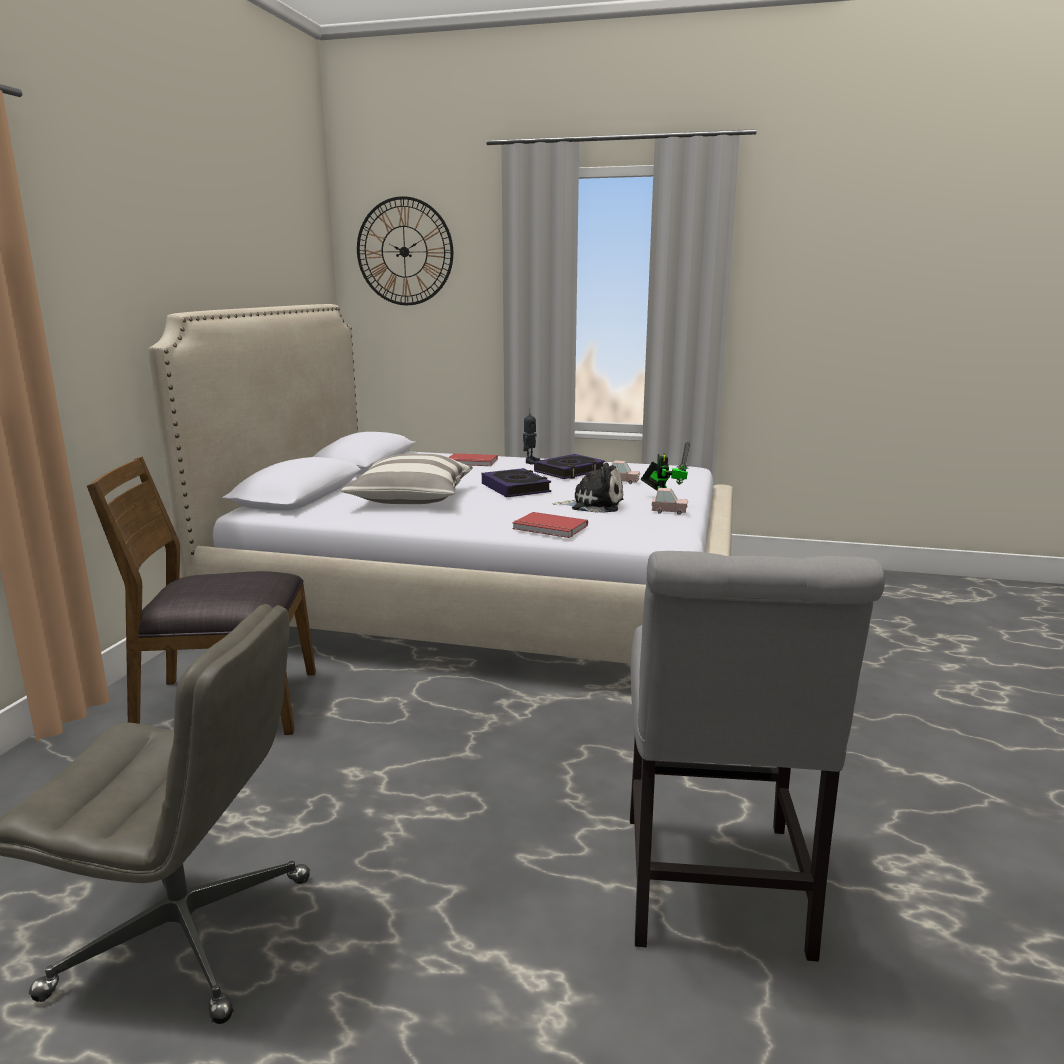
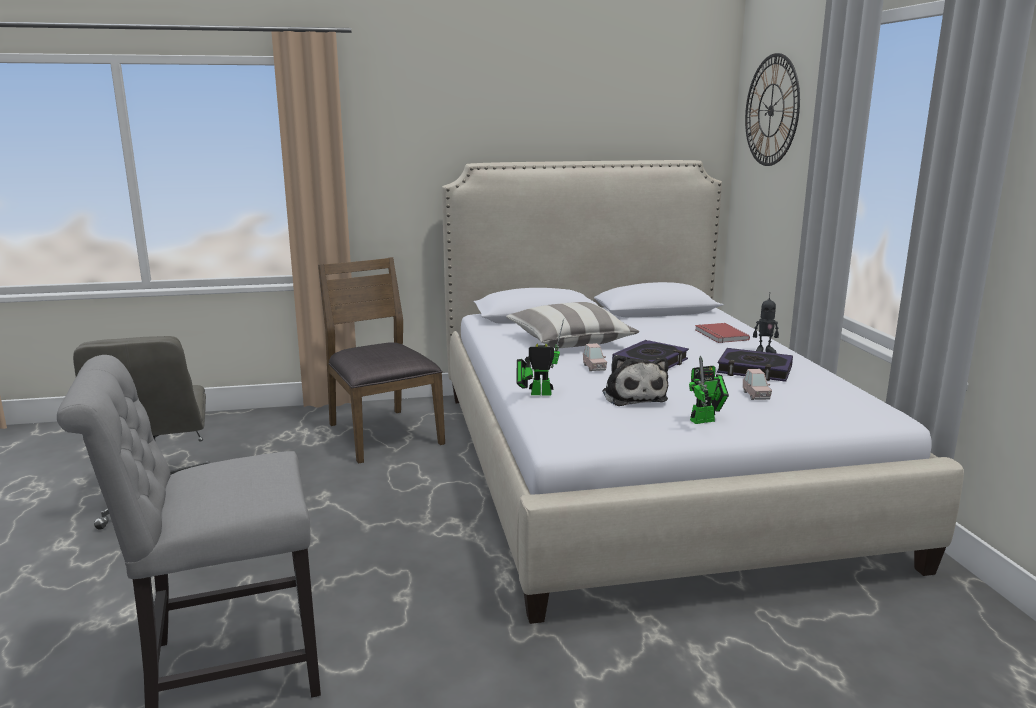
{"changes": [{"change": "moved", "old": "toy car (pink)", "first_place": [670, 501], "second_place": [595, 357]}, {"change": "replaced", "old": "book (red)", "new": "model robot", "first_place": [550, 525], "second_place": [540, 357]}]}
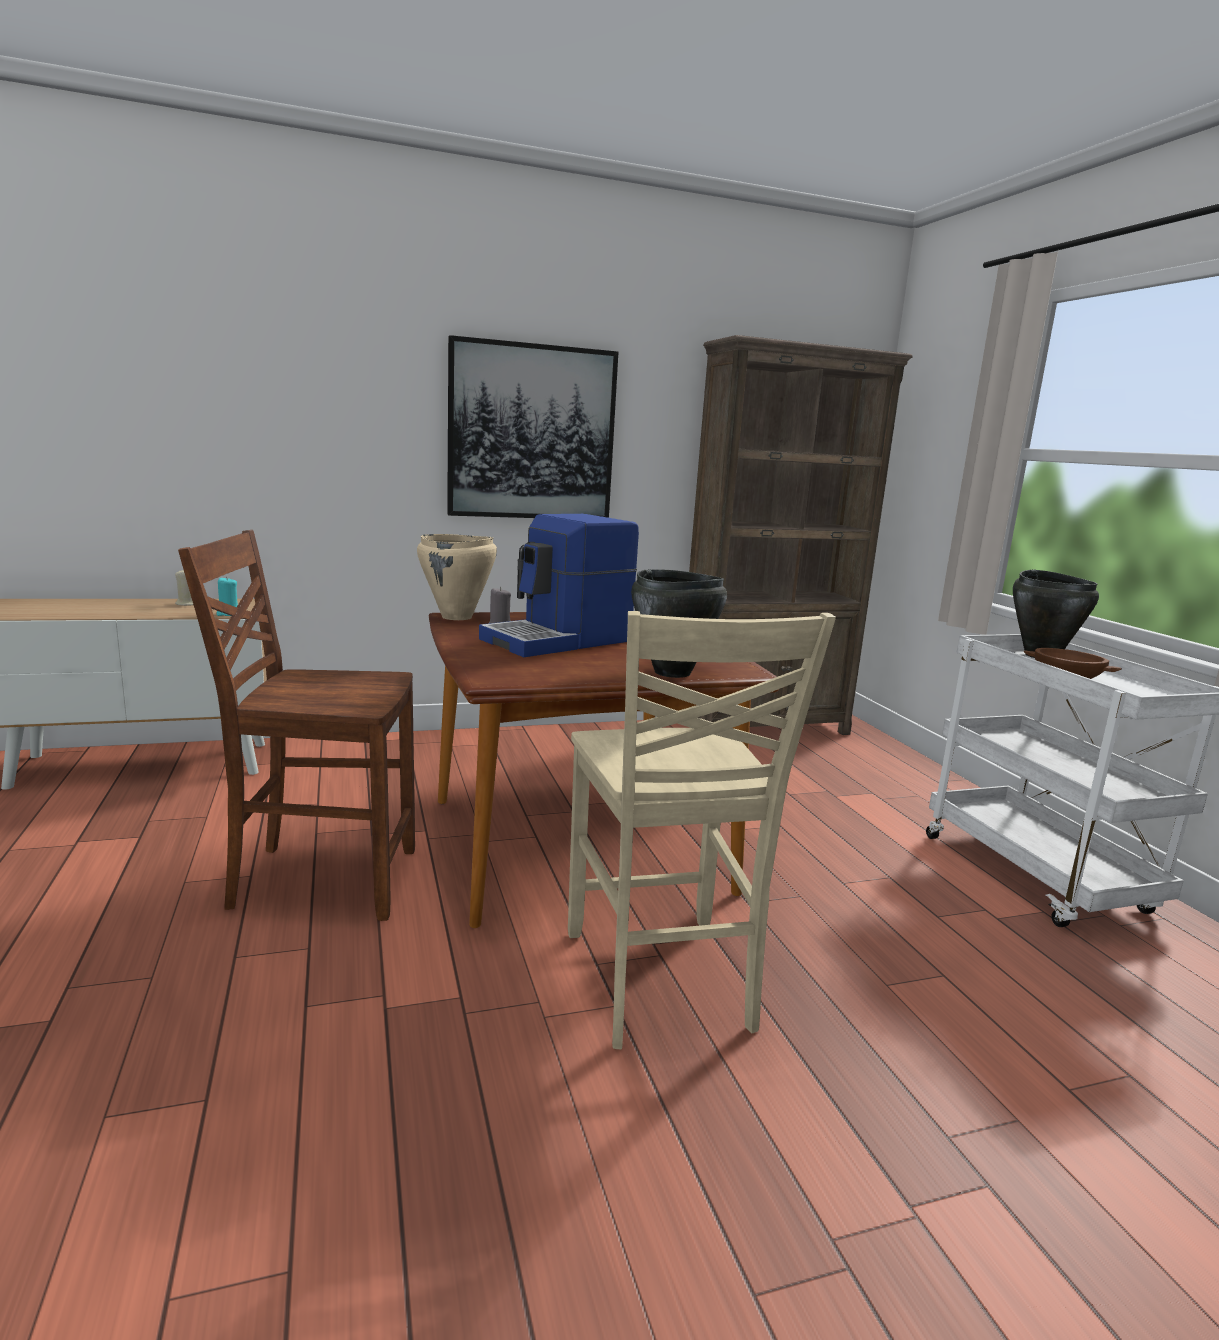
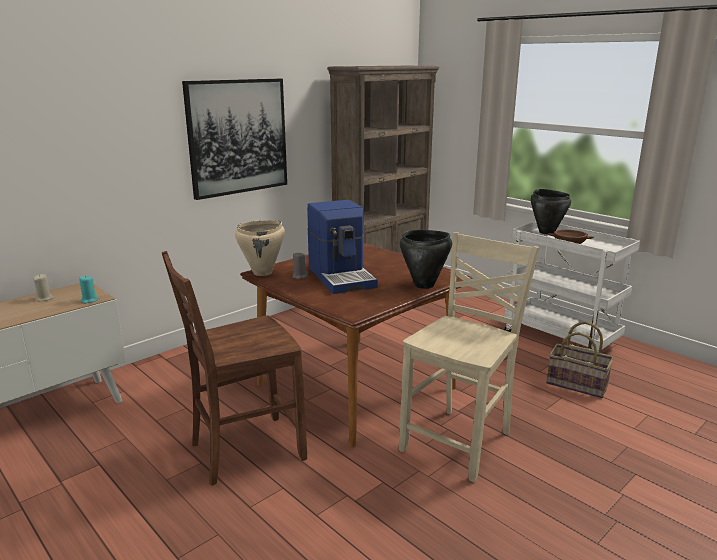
{"changes": [{"change": "added", "new": "storage basket", "second_place": [580, 359]}, {"change": "turned", "old": "coffee brewer", "first_place": [559, 585], "second_place": [342, 247], "degrees": -45}, {"change": "turned", "old": "plain chair (sand-coloured)", "first_place": [702, 830], "second_place": [469, 357], "degrees": -105}]}
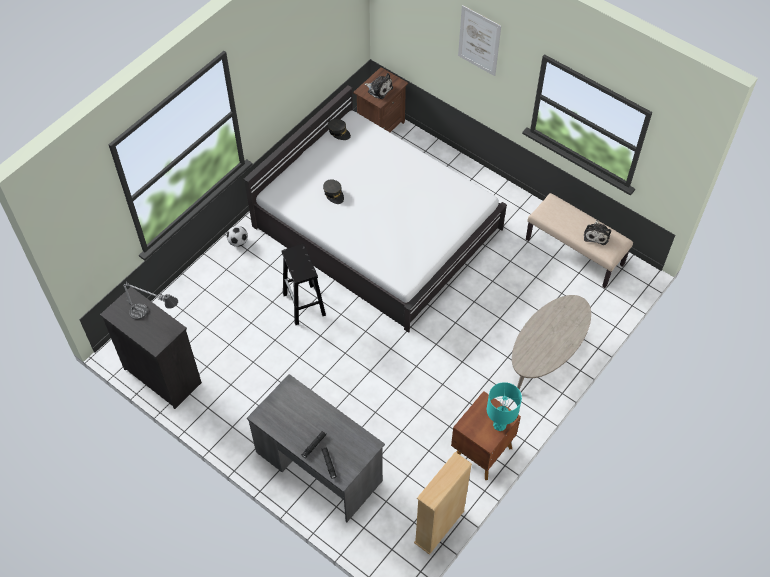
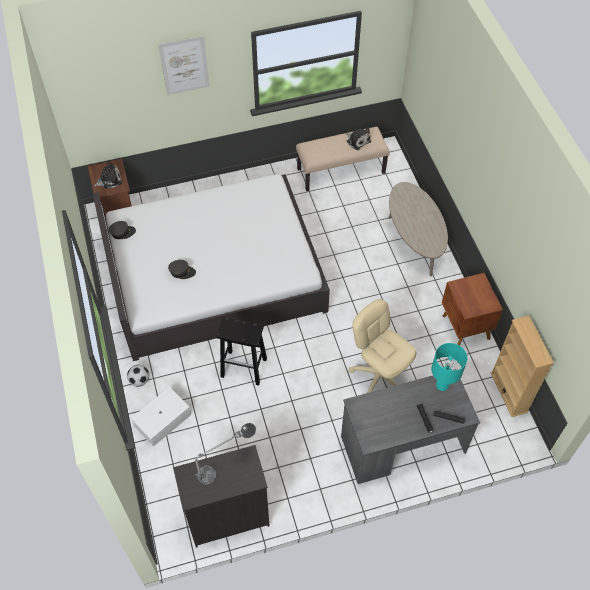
{"changes": [{"change": "added", "new": "storage bin (whitish)", "second_place": [161, 417]}, {"change": "added", "new": "desk chair (sand-coloured)", "second_place": [382, 346]}, {"change": "moved", "old": "tabletop lamp (turquoise-coloured)", "first_place": [504, 406], "second_place": [449, 367]}]}
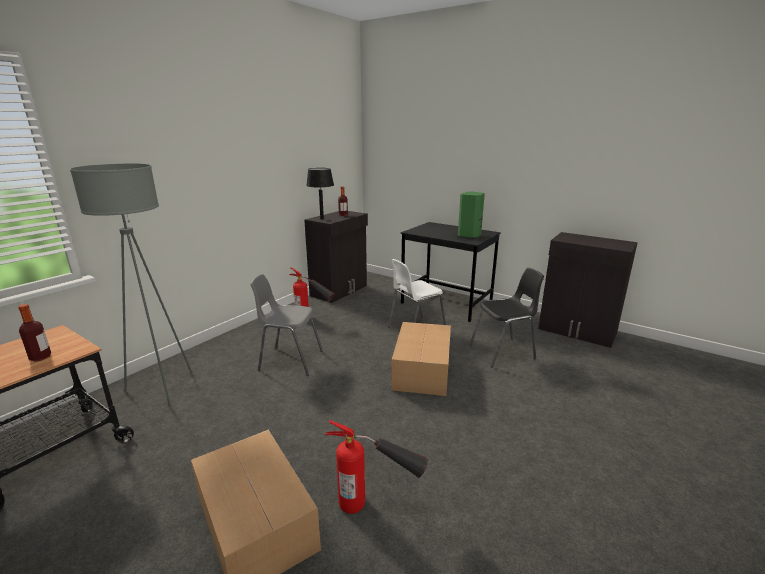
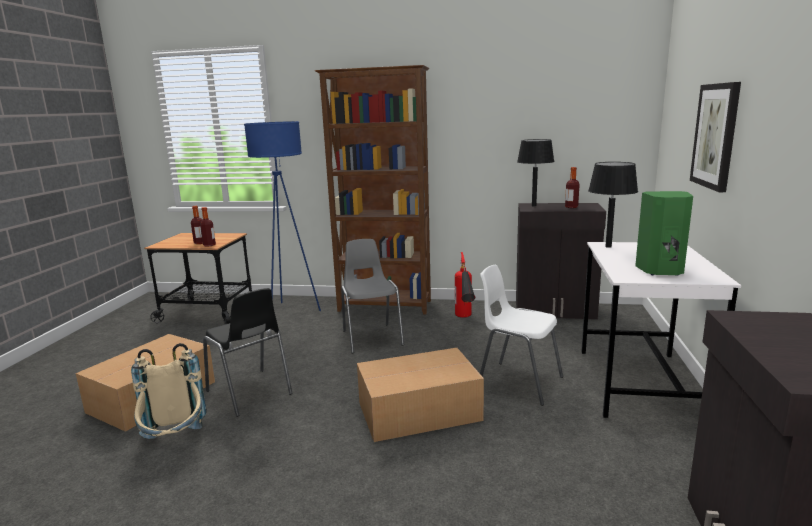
{"changes": [{"change": "added", "new": "beverage bottle", "second_place": [208, 227]}, {"change": "added", "new": "bookcase (brown-coloured)", "second_place": [373, 189]}, {"change": "added", "new": "tabletop lamp (blackish)", "second_place": [613, 205]}, {"change": "added", "new": "picture", "second_place": [715, 137]}, {"change": "moved", "old": "plain chair (blackish)", "first_place": [507, 318], "second_place": [248, 352]}, {"change": "replaced", "old": "fire extinguisher", "new": "rucksack (sand-coloured)", "first_place": [376, 467], "second_place": [169, 391]}, {"change": "recoloured", "old": "floor lamp (greyish)", "new": "floor lamp (blue)", "first_place": [131, 286], "second_place": [282, 216]}, {"change": "recoloured", "old": "desk table (blackish)", "new": "desk table (whitish)", "first_place": [451, 272], "second_place": [661, 330]}]}
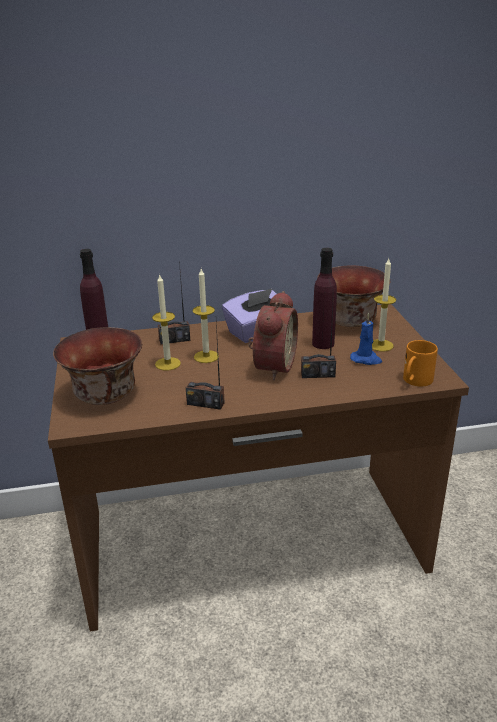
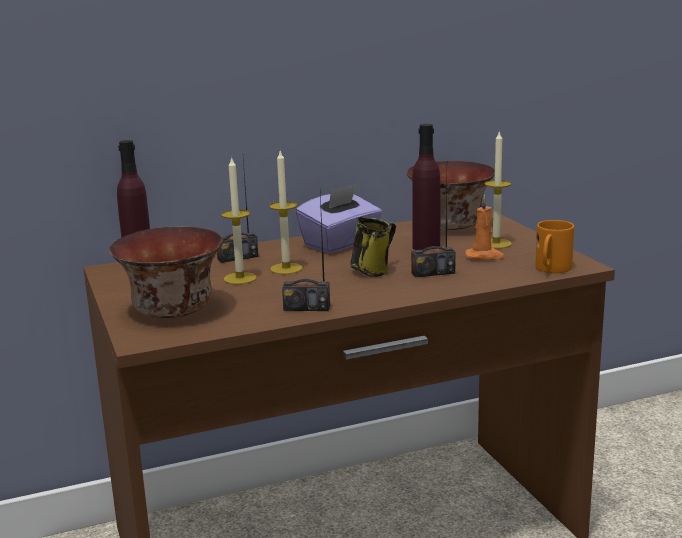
{"changes": [{"change": "replaced", "old": "table clock", "new": "coffee mug", "first_place": [273, 335], "second_place": [373, 247]}, {"change": "recoloured", "old": "wax light (blue)", "new": "wax light (orange-coloured)", "first_place": [366, 339], "second_place": [485, 227]}]}
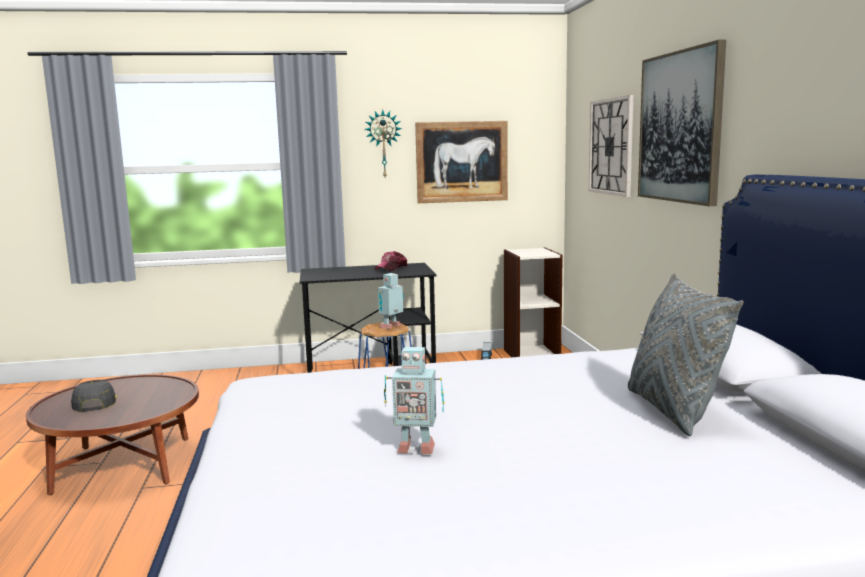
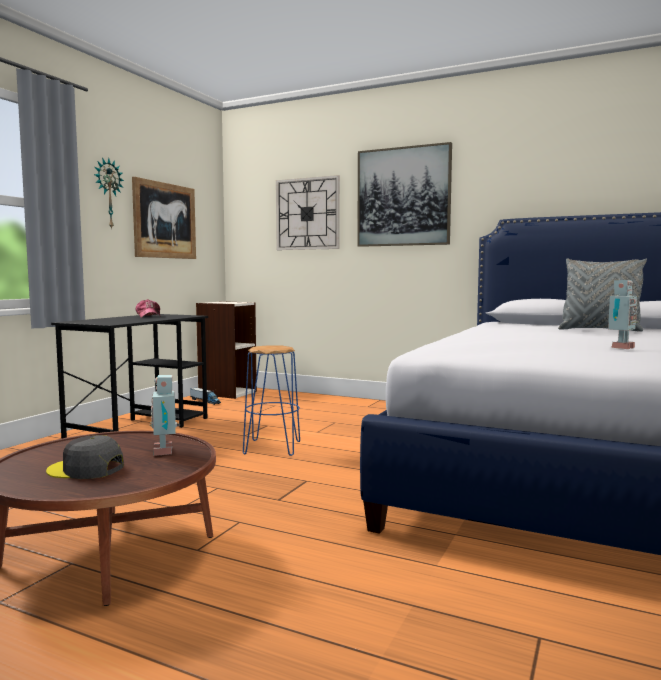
{"changes": [{"change": "moved", "old": "model robot", "first_place": [390, 301], "second_place": [165, 415]}]}
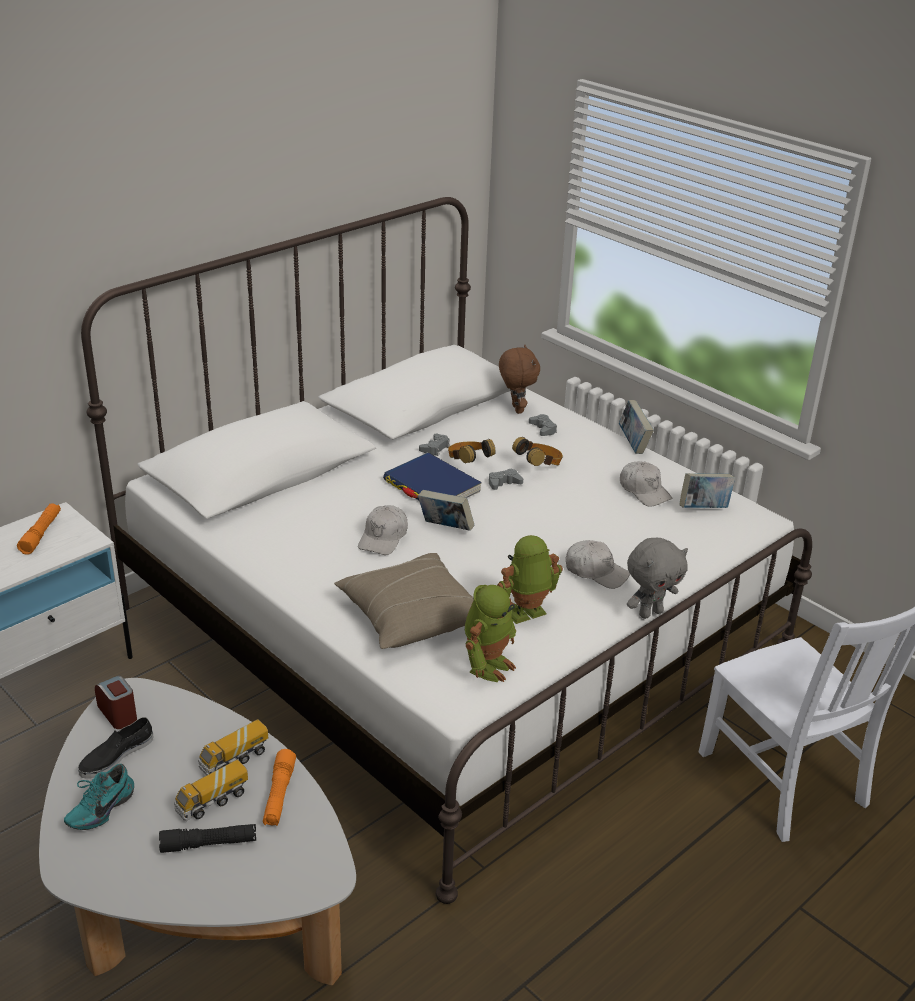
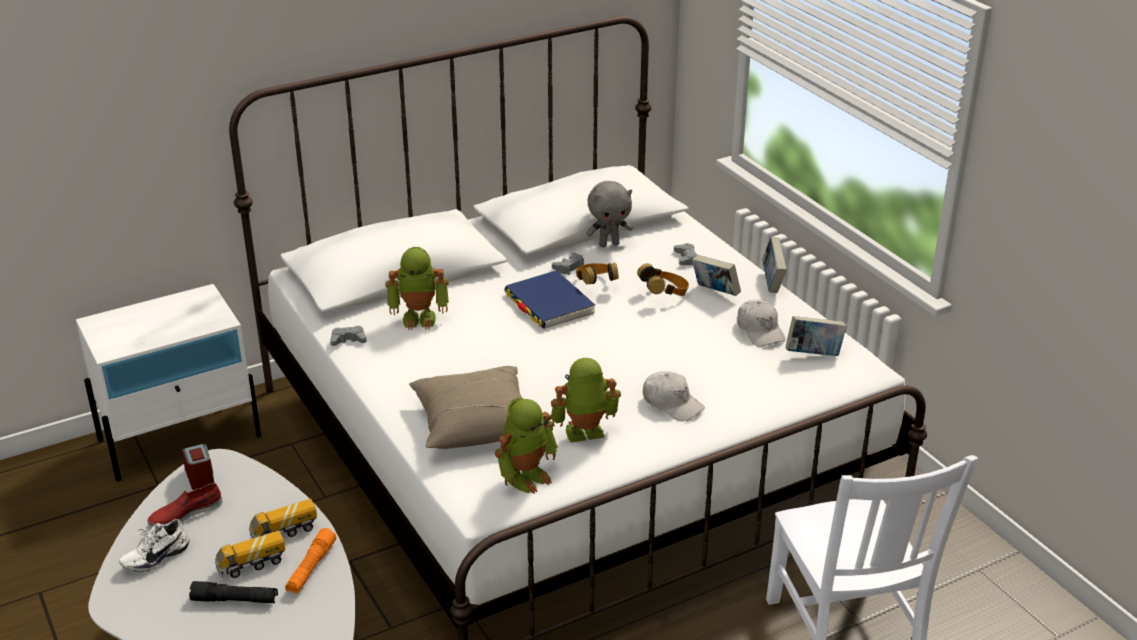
{"changes": [{"change": "removed", "old": "torch (orange-coloured)", "first_place": [39, 529]}, {"change": "removed", "old": "cap (whitish)", "first_place": [383, 530]}, {"change": "removed", "old": "cuddly toy (brown-coloured)", "first_place": [519, 379]}, {"change": "added", "new": "model robot", "second_place": [417, 288]}, {"change": "moved", "old": "book", "first_place": [446, 510], "second_place": [716, 275]}, {"change": "moved", "old": "game controller (greyish)", "first_place": [506, 479], "second_place": [348, 336]}, {"change": "moved", "old": "cuddly toy (greyish)", "first_place": [657, 578], "second_place": [609, 214]}, {"change": "recoloured", "old": "low shoe (turquoise-coloured)", "new": "low shoe (whitish)", "first_place": [99, 797], "second_place": [154, 545]}, {"change": "recoloured", "old": "low shoe (blackish)", "new": "low shoe (red)", "first_place": [115, 747], "second_place": [184, 506]}]}
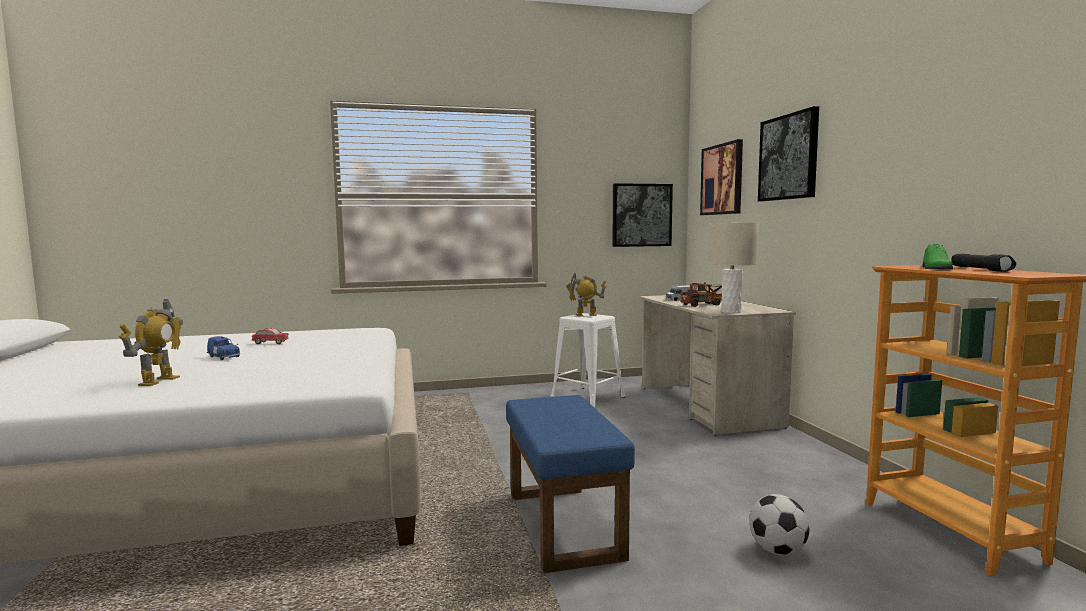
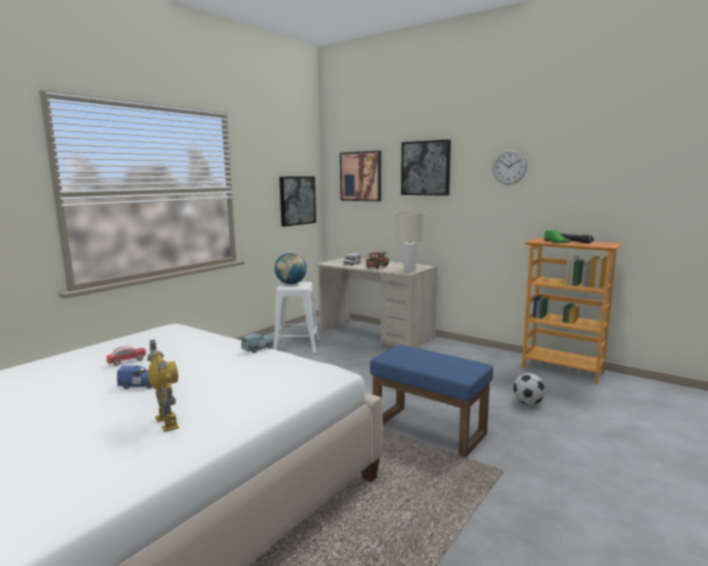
{"changes": [{"change": "added", "new": "toy car (blue)", "second_place": [257, 342]}, {"change": "added", "new": "clock on the wall", "second_place": [509, 167]}, {"change": "replaced", "old": "model robot", "new": "desk globe", "first_place": [586, 294], "second_place": [291, 268]}]}
